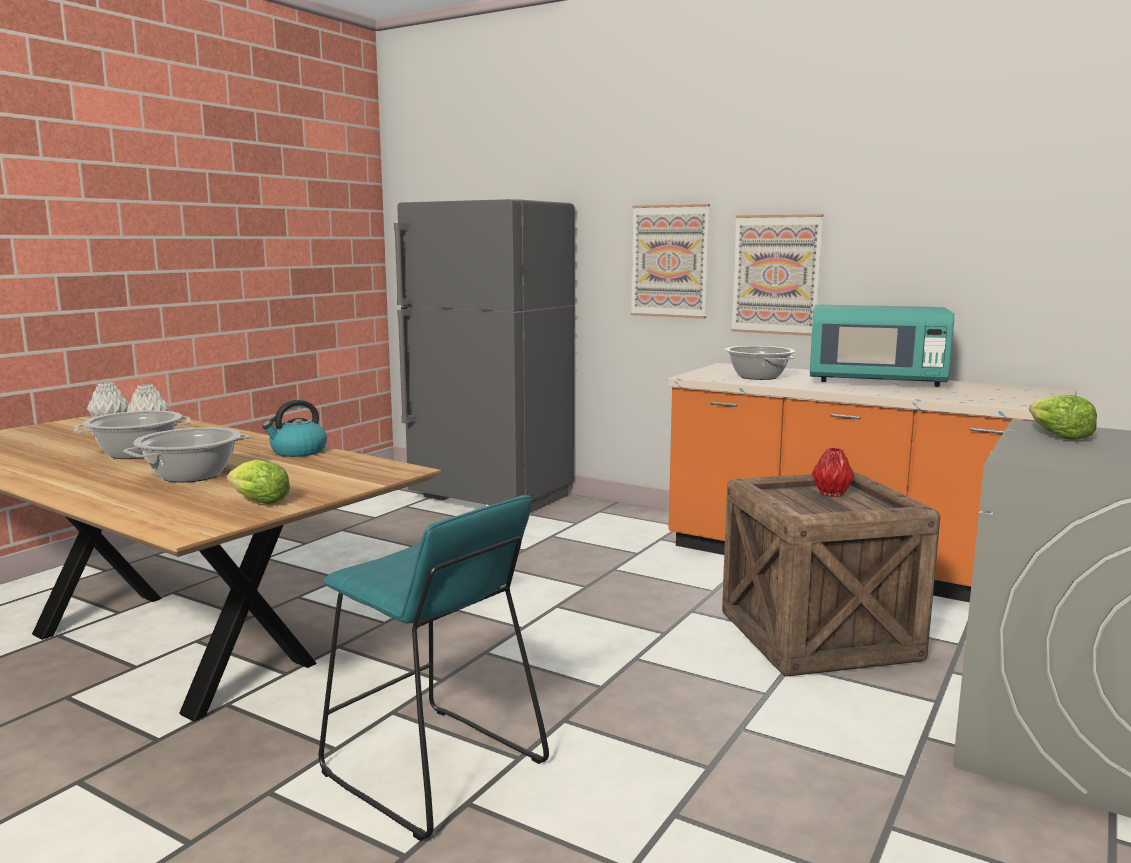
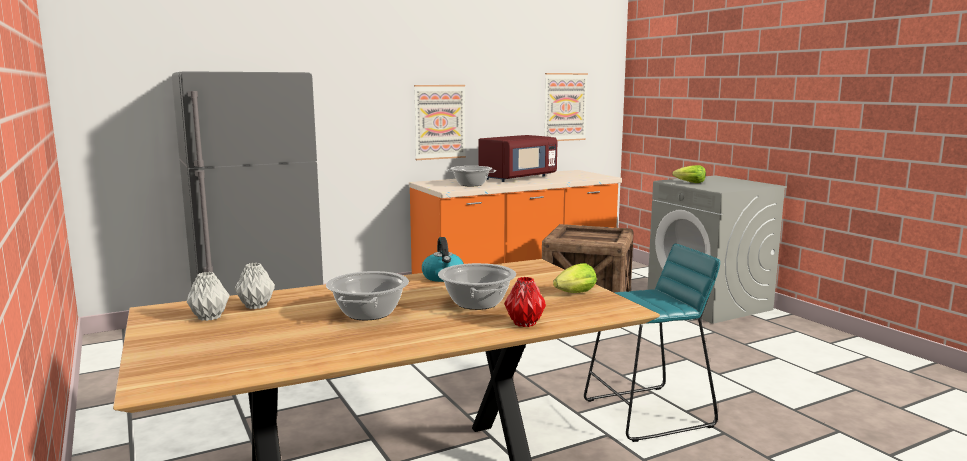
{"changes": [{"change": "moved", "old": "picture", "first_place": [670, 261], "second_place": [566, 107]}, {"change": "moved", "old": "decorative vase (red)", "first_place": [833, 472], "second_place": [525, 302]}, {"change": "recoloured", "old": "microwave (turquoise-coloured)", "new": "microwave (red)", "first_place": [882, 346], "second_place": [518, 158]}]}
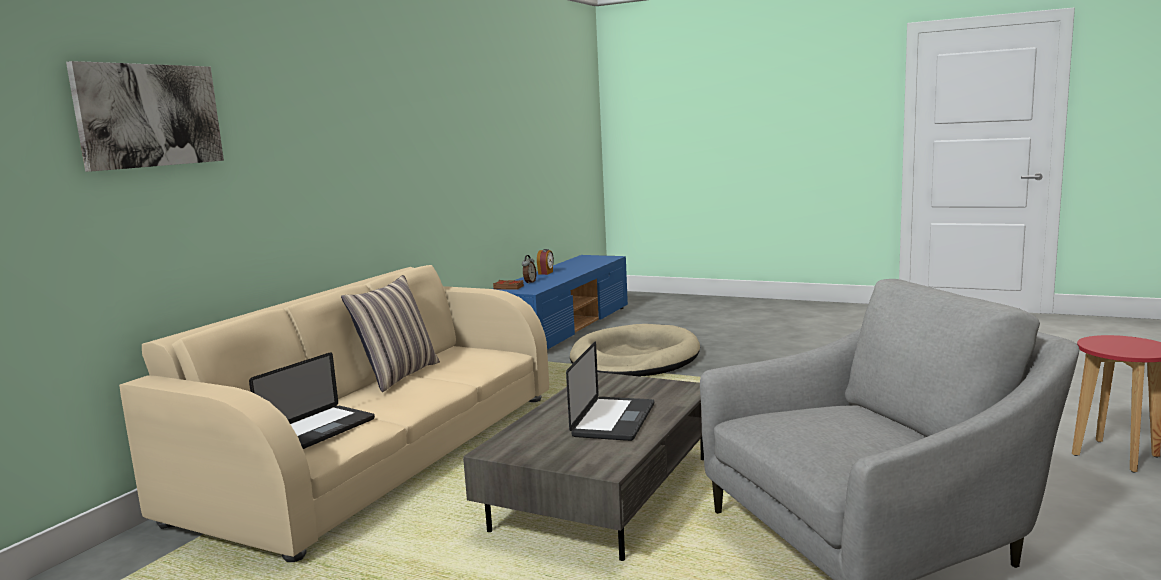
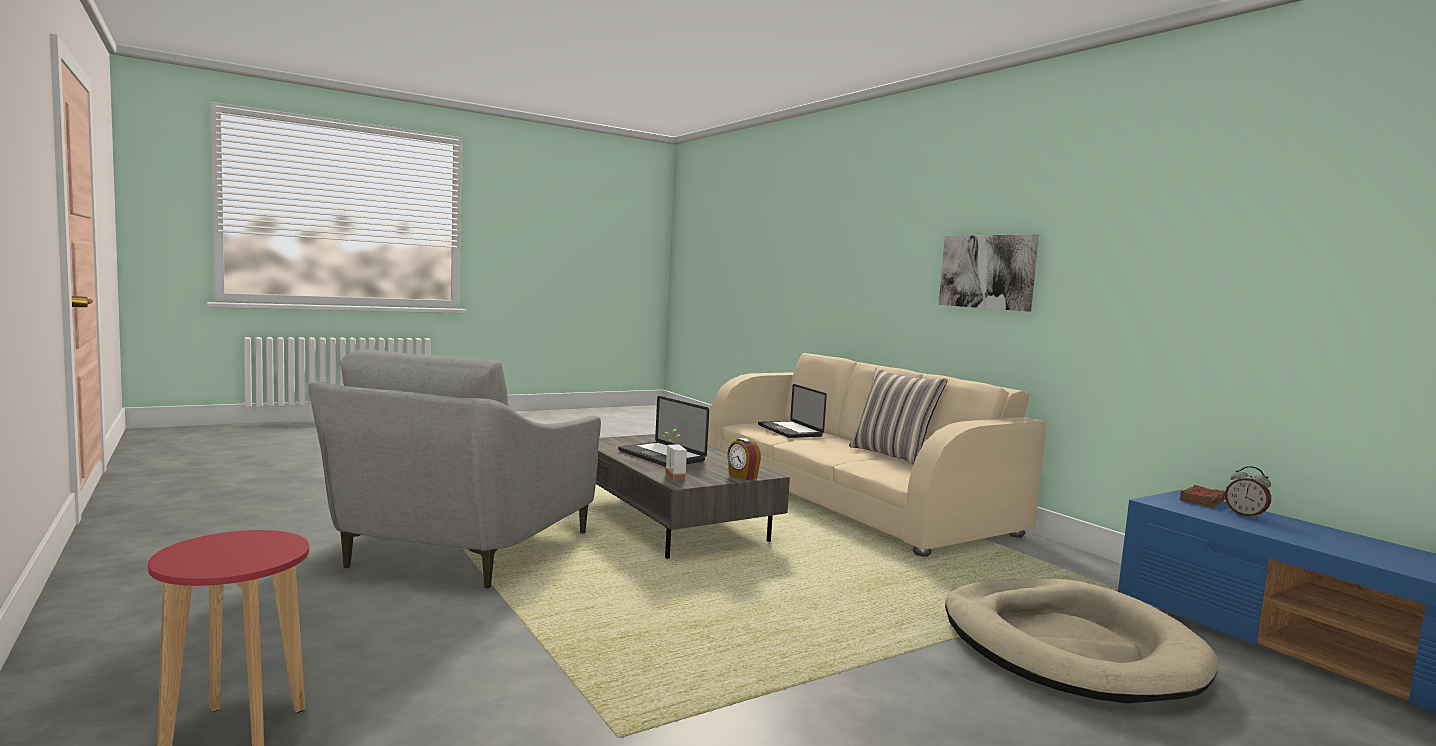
{"changes": [{"change": "added", "new": "plant in a pot", "second_place": [675, 455]}, {"change": "moved", "old": "picture", "first_place": [145, 116], "second_place": [989, 273]}, {"change": "moved", "old": "table clock", "first_place": [545, 262], "second_place": [744, 459]}]}
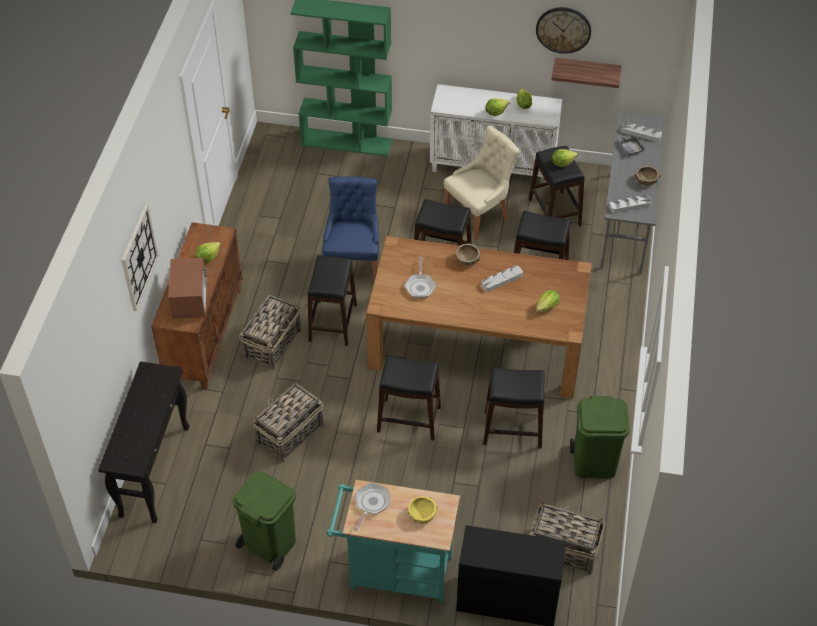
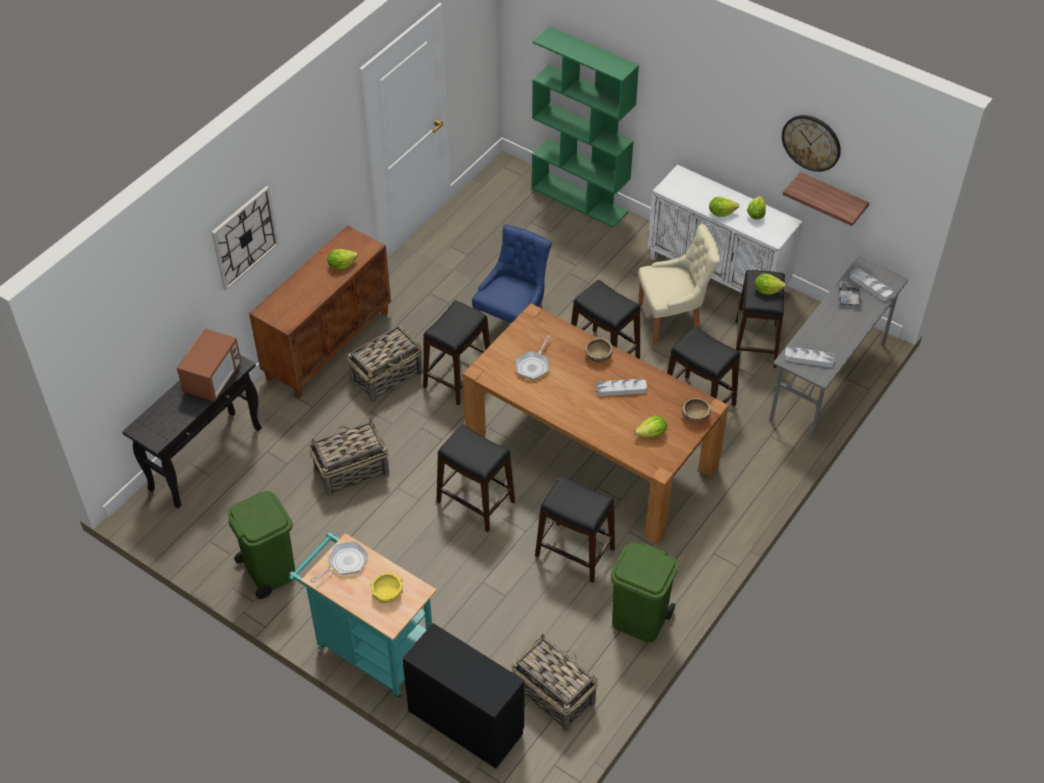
{"changes": [{"change": "moved", "old": "microwave", "first_place": [187, 288], "second_place": [209, 365]}, {"change": "moved", "old": "deep dish (brown-coloured)", "first_place": [647, 175], "second_place": [696, 410]}]}
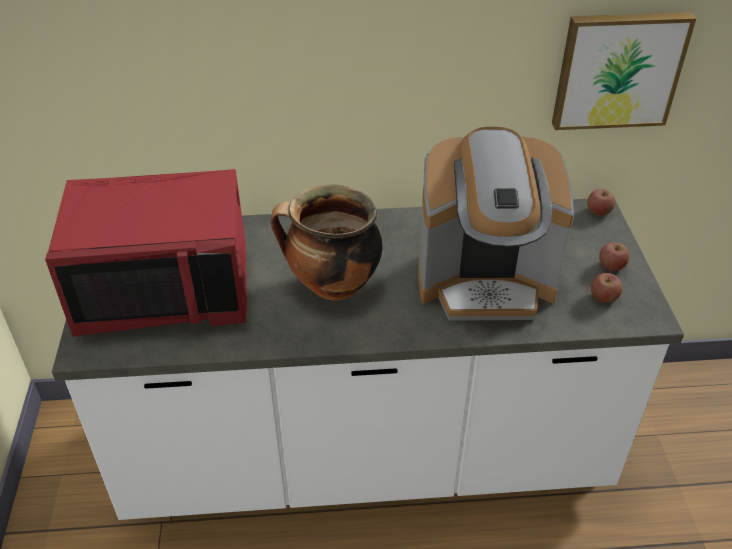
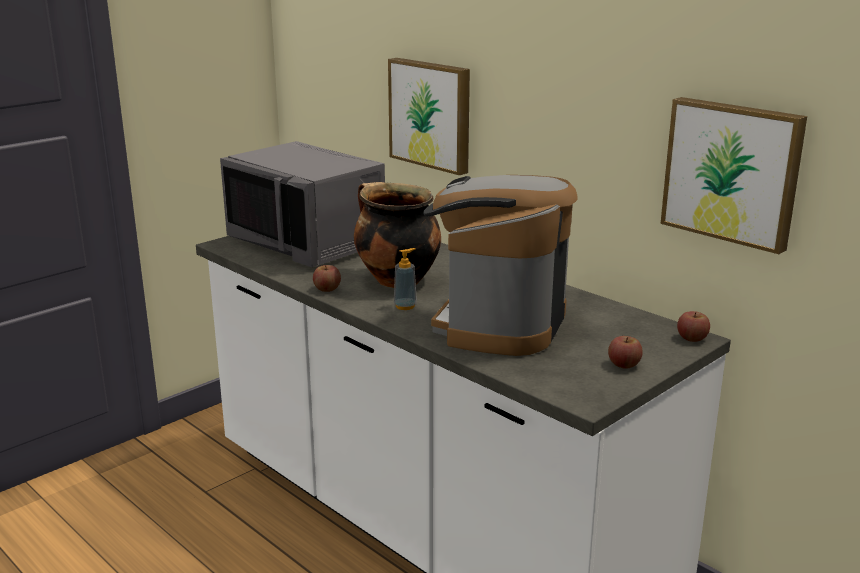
{"changes": [{"change": "added", "new": "picture", "second_place": [429, 116]}, {"change": "added", "new": "liquid soap bottle", "second_place": [405, 279]}, {"change": "moved", "old": "whole apple", "first_place": [606, 288], "second_place": [327, 278]}, {"change": "recoloured", "old": "microwave (red)", "new": "microwave (greyish)", "first_place": [146, 253], "second_place": [302, 204]}, {"change": "turned", "old": "coffee brewer", "first_place": [496, 224], "second_place": [500, 265], "degrees": 60}]}
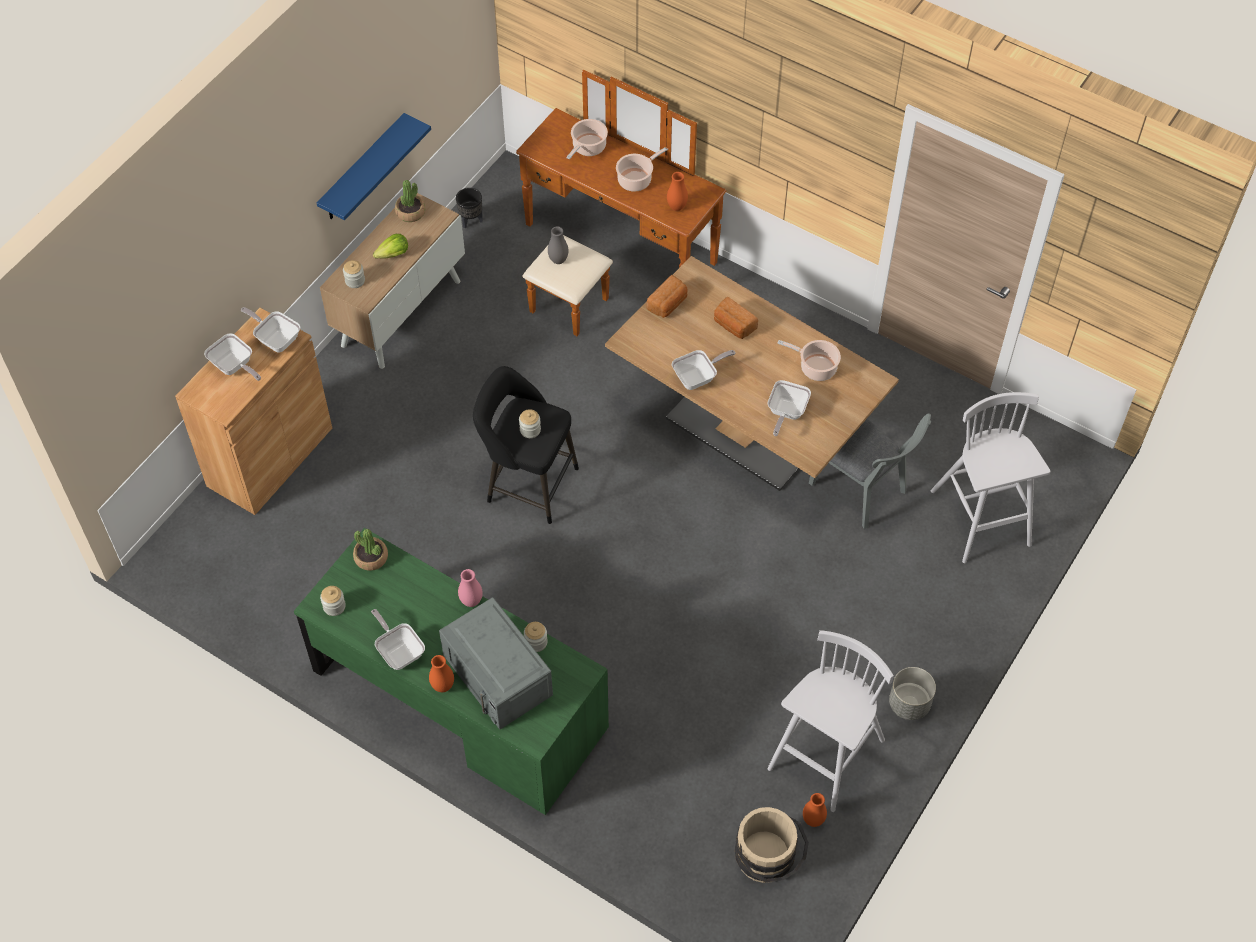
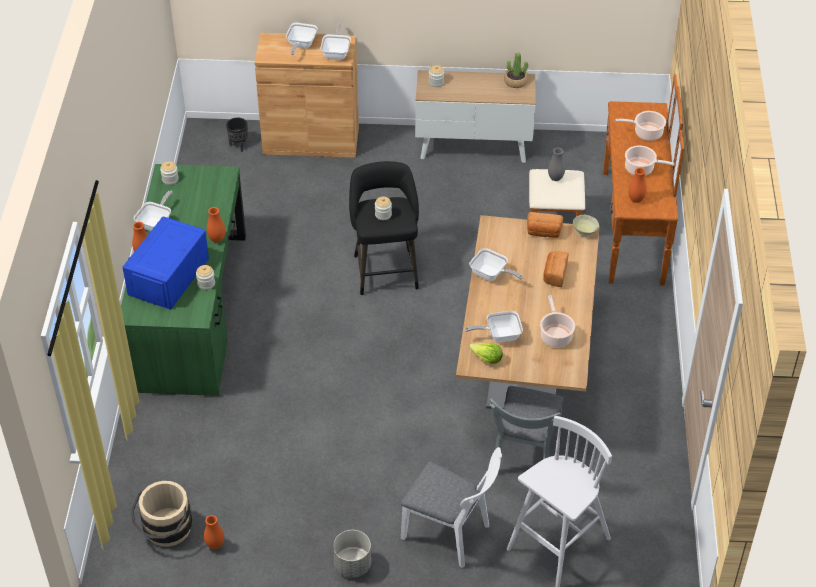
{"changes": [{"change": "removed", "old": "wall shelf (blue)", "first_place": [374, 166]}, {"change": "removed", "old": "plant in a pot", "first_place": [370, 550]}, {"change": "removed", "old": "sitting stool (whitish)", "first_place": [830, 721]}, {"change": "added", "new": "plain chair (whitish)", "second_place": [451, 507]}, {"change": "added", "new": "deep dish (sand-coloured)", "second_place": [586, 226]}, {"change": "moved", "old": "lettuce", "first_place": [390, 246], "second_place": [486, 353]}, {"change": "moved", "old": "plant pot (blackish)", "first_place": [469, 208], "second_place": [237, 134]}, {"change": "recoloured", "old": "microwave (greyish)", "new": "microwave (blue)", "first_place": [496, 663], "second_place": [165, 263]}, {"change": "recoloured", "old": "decorative vase (pink)", "new": "decorative vase (orange-coloured)", "first_place": [470, 588], "second_place": [216, 225]}]}
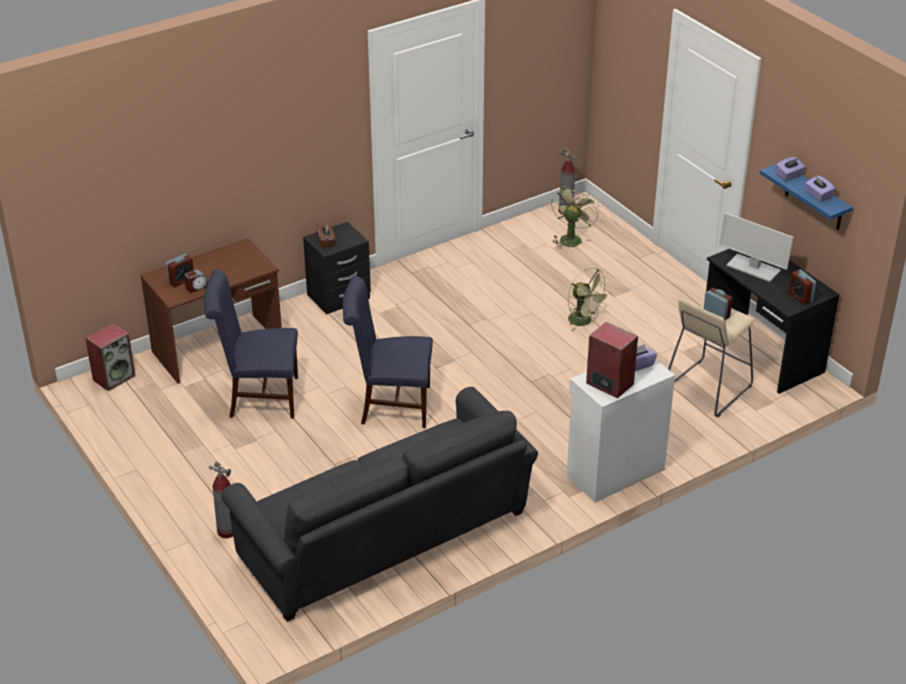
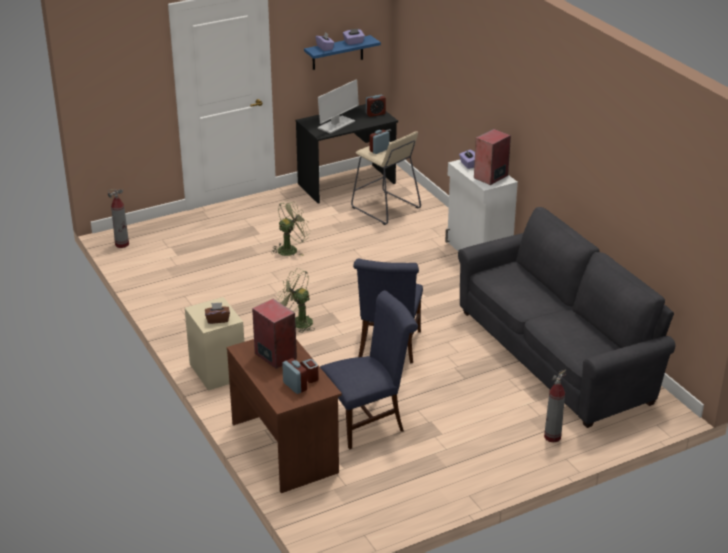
{"changes": [{"change": "moved", "old": "speaker", "first_place": [110, 357], "second_place": [274, 334]}, {"change": "moved", "old": "fan (green)", "first_place": [575, 217], "second_place": [296, 300]}, {"change": "recoloured", "old": "night table (blackish)", "new": "night table (sand-coloured)", "first_place": [337, 268], "second_place": [214, 344]}, {"change": "turned", "old": "plain chair (blue)", "first_place": [251, 344], "second_place": [369, 370], "degrees": -120}]}
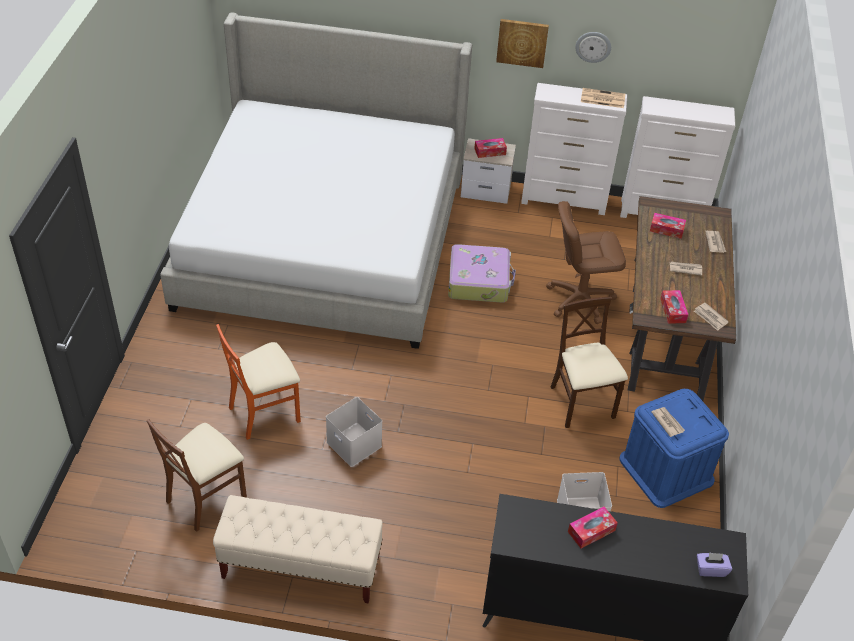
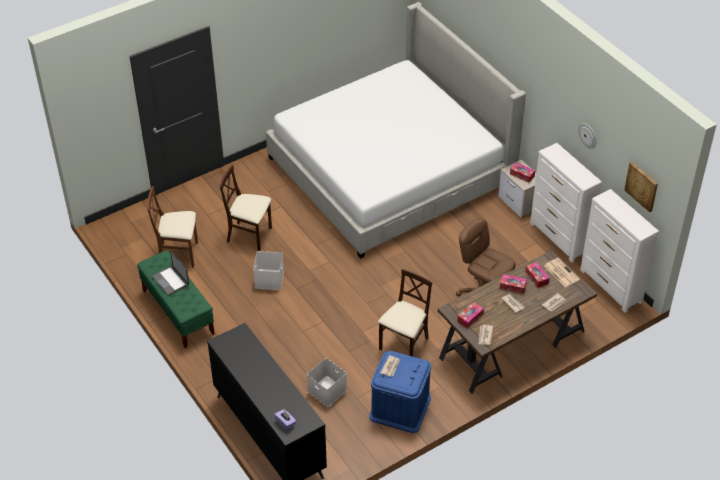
{"changes": [{"change": "removed", "old": "travel case", "first_place": [482, 273]}, {"change": "added", "new": "portable computer", "second_place": [170, 273]}, {"change": "moved", "old": "picture", "first_place": [522, 43], "second_place": [641, 187]}, {"change": "moved", "old": "box of tissues", "first_place": [593, 527], "second_place": [513, 284]}, {"change": "moved", "old": "daily paper", "first_place": [603, 98], "second_place": [562, 272]}, {"change": "recoloured", "old": "indoor bench (sand-coloured)", "new": "indoor bench (green)", "first_place": [298, 549], "second_place": [176, 299]}, {"change": "recoloured", "old": "plain chair (orange-coloured)", "new": "plain chair (sand-coloured)", "first_place": [258, 382], "second_place": [246, 208]}]}
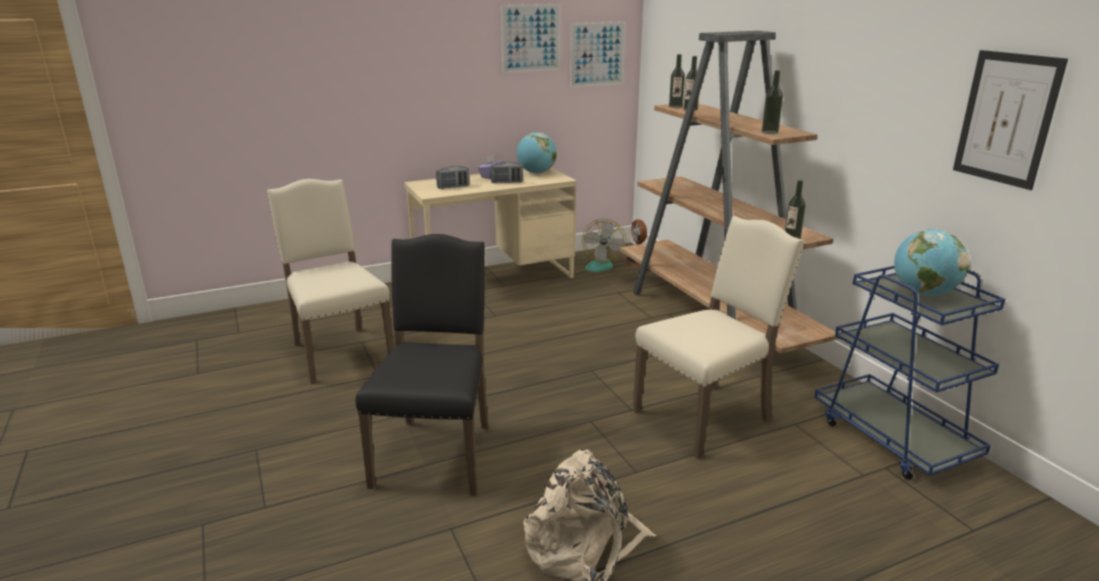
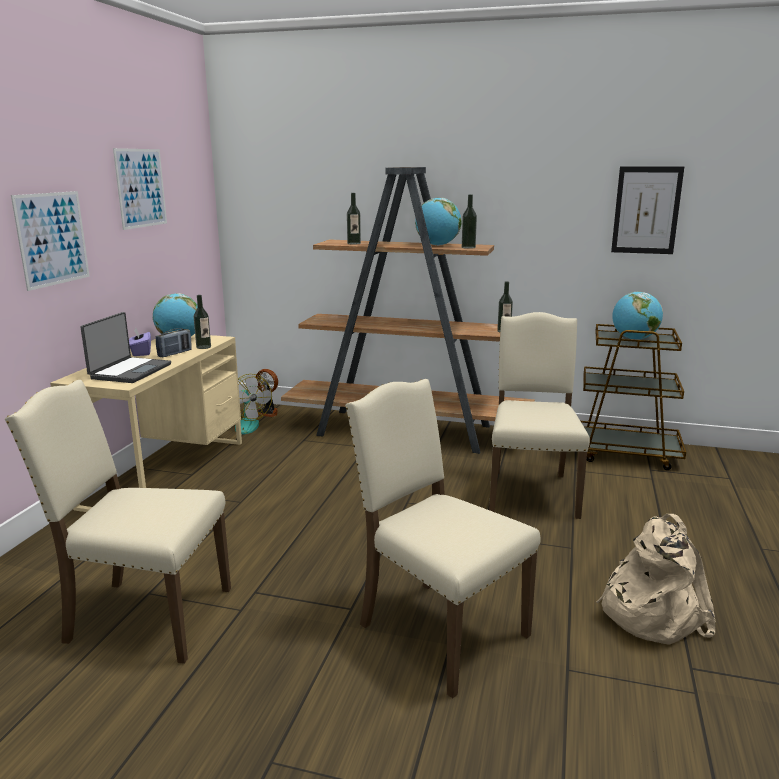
{"changes": [{"change": "added", "new": "desk globe", "second_place": [438, 222]}, {"change": "moved", "old": "picture", "first_place": [598, 54], "second_place": [50, 241]}, {"change": "moved", "old": "beverage bottle", "first_place": [677, 81], "second_place": [202, 322]}, {"change": "replaced", "old": "radio", "new": "portable computer", "first_place": [452, 177], "second_place": [126, 347]}, {"change": "recoloured", "old": "plain chair (blackish)", "new": "plain chair (sand-coloured)", "first_place": [421, 365], "second_place": [443, 538]}, {"change": "recoloured", "old": "cart (blue)", "new": "cart (brown-coloured)", "first_place": [909, 373], "second_place": [633, 397]}]}
